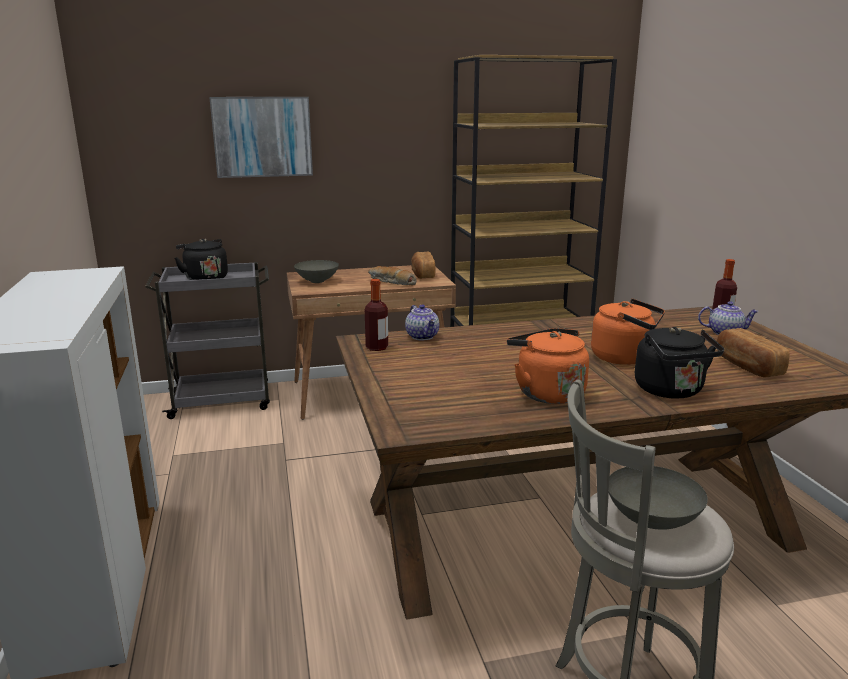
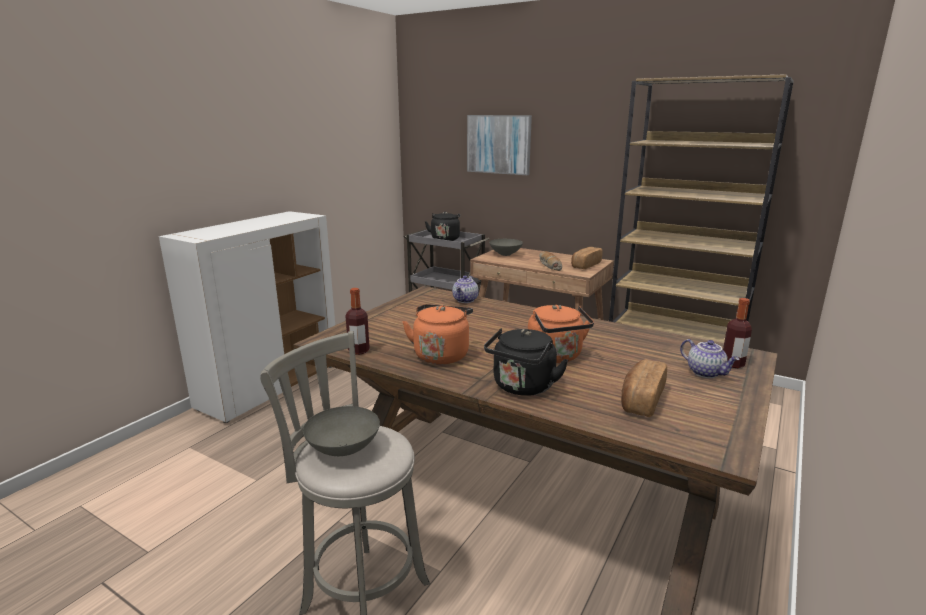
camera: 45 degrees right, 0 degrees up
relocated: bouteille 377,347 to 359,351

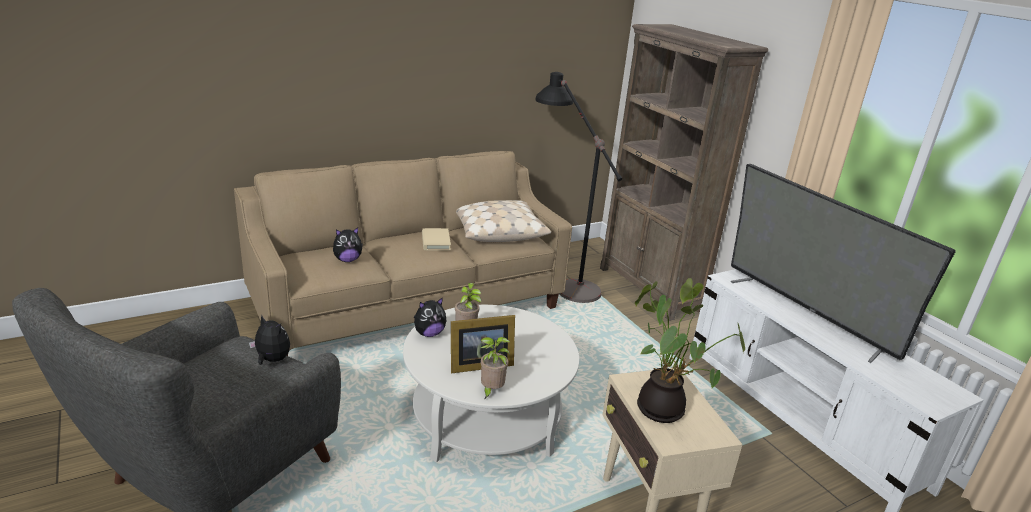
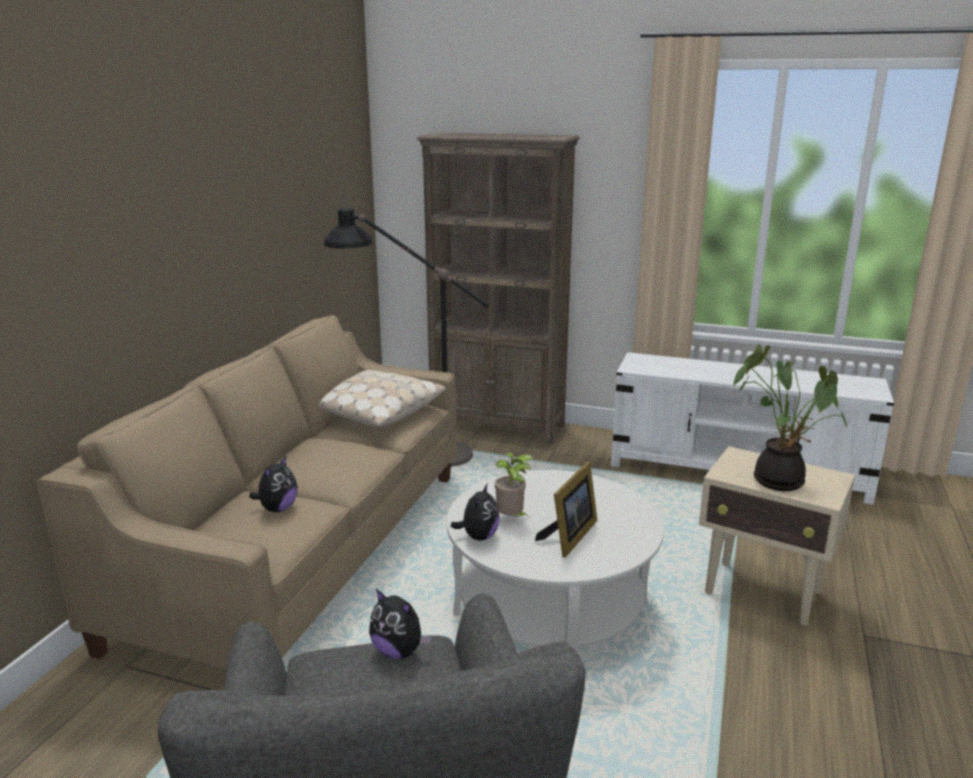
camera: 40 degrees left, 5 degrees down
missing: livre/beige 435,242; plante en pot 491,391; téléviseur 806,314
spun: peluche 271,360 = 398,651 135 degrees counterclockwise

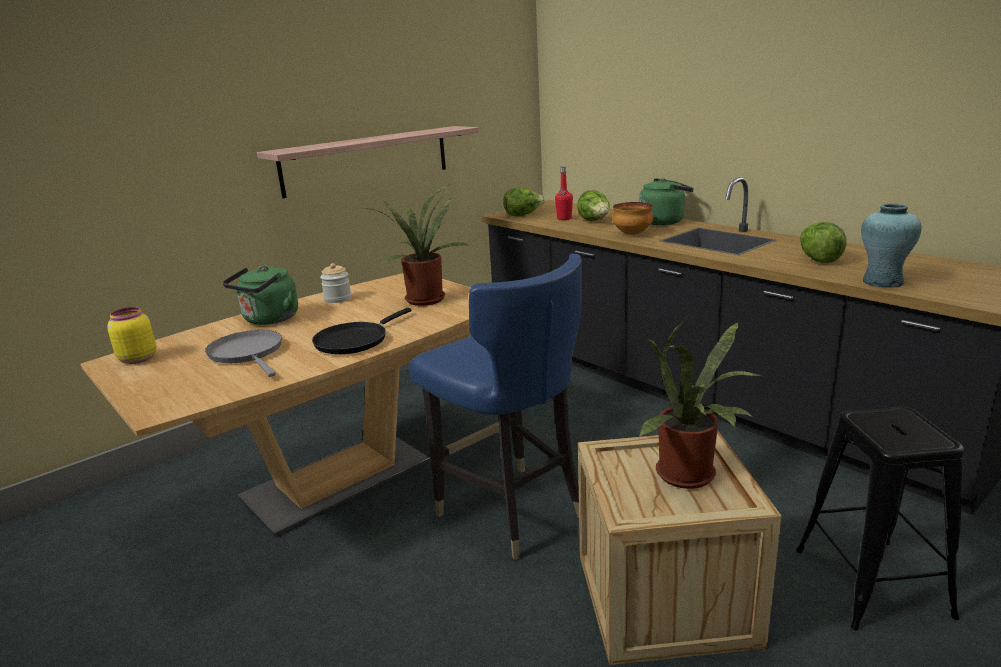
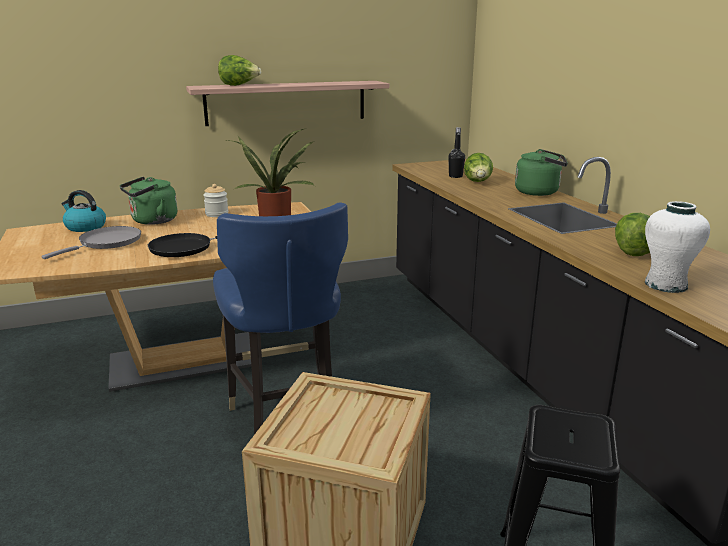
camera: 20 degrees right, 0 degrees up
missing: bocal/jaune 137,359; bol 632,234; plante en pot 691,477
appeared: bouilloire 85,227
relocated: laitue 523,215 to 239,85
colour: bouteille/rouge 564,218 to bouteille/noir 455,176; vase/turquoise 882,282 to vase/blanc 665,285
spun: poêle/gris 248,353 = 107,243 45 degrees clockwise

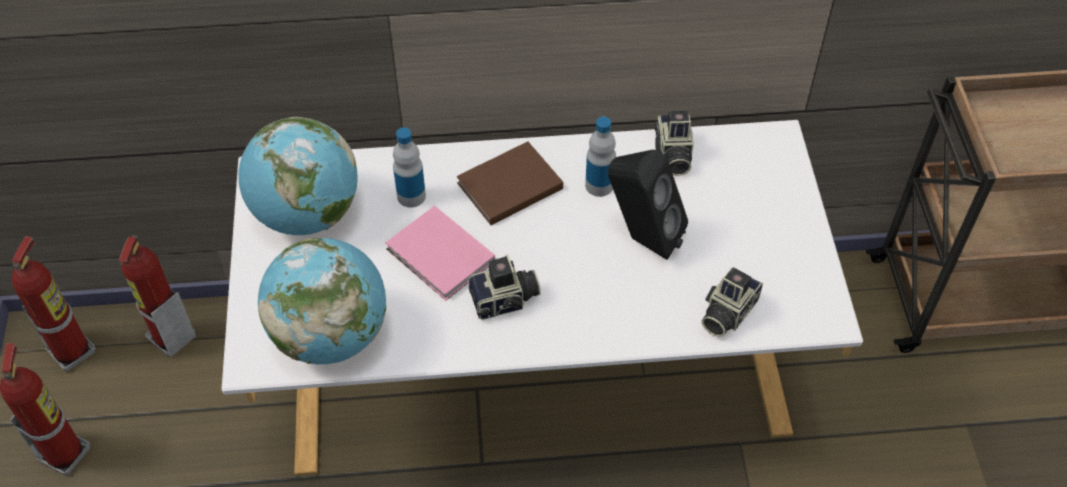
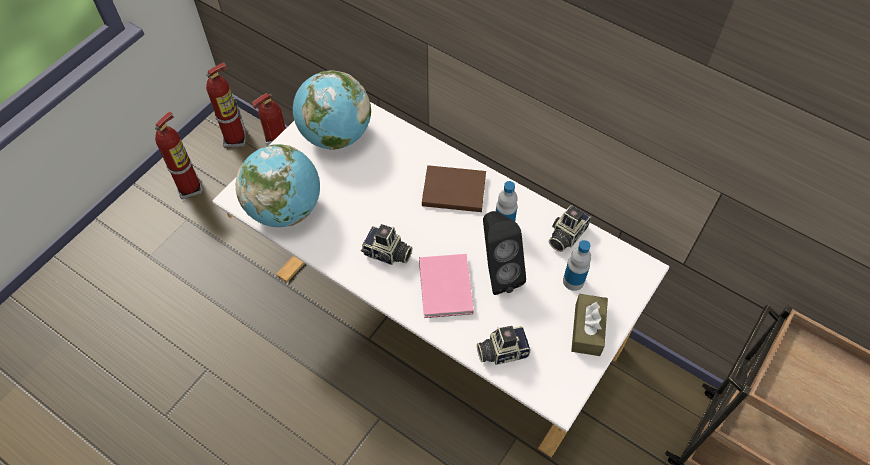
camera: 40 degrees right, 5 degrees up
appeared: boîte à mouchoirs/marron 587,329
relocated: livre/rose 441,257 to 444,289; bouteille 411,196 to 573,281

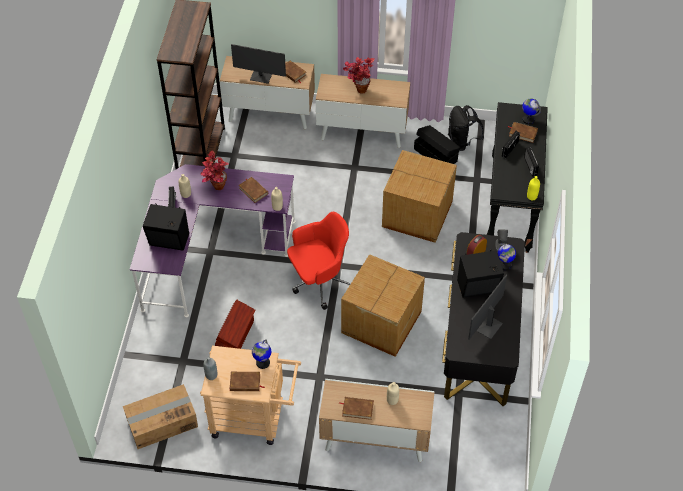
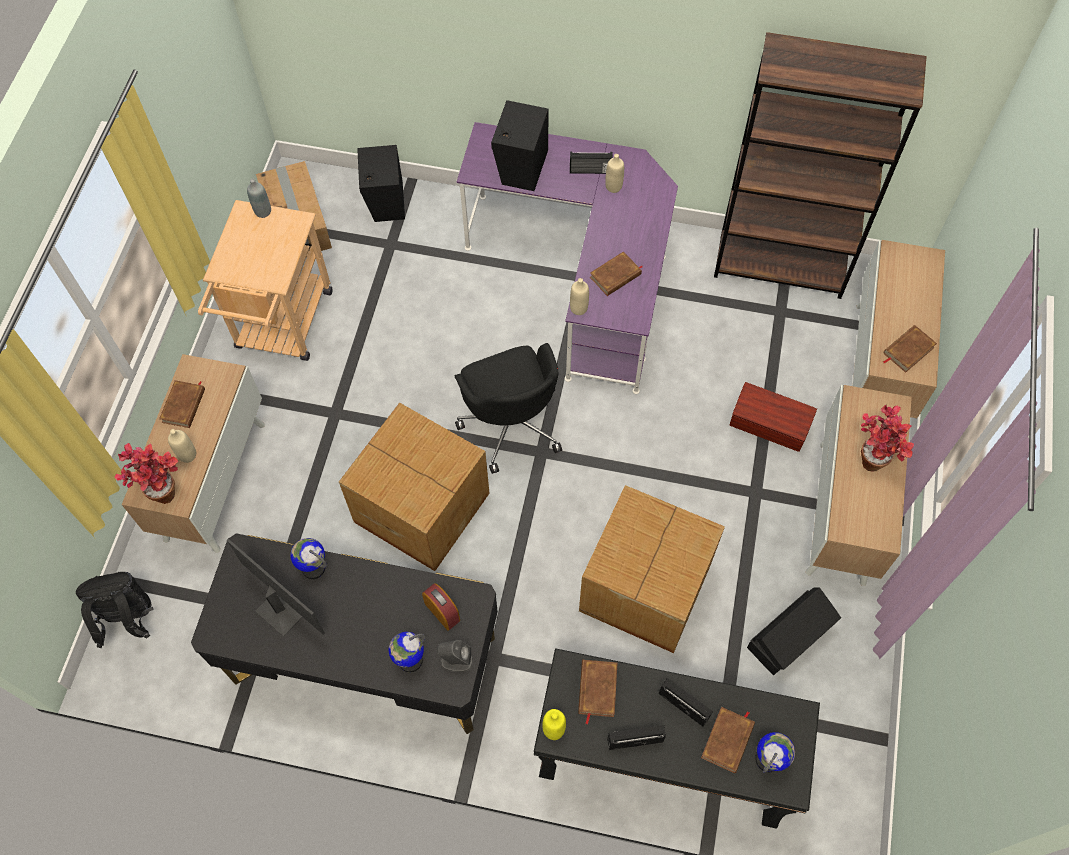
camera: 95 degrees right, 10 degrees up
missing: écran d'ordinateur 261,77
relocated: plante en pot 215,188 to 161,490; boîte de rangement/marron 236,336 to 769,426; livre/marron 245,383 to 597,689; globe 262,363 to 313,567; sac à dos/noir 462,142 to 129,619; enceinte/noir 478,287 to 385,202
colour: chaise de bureau/rouge 319,281 to chaise de bureau/noir 511,422

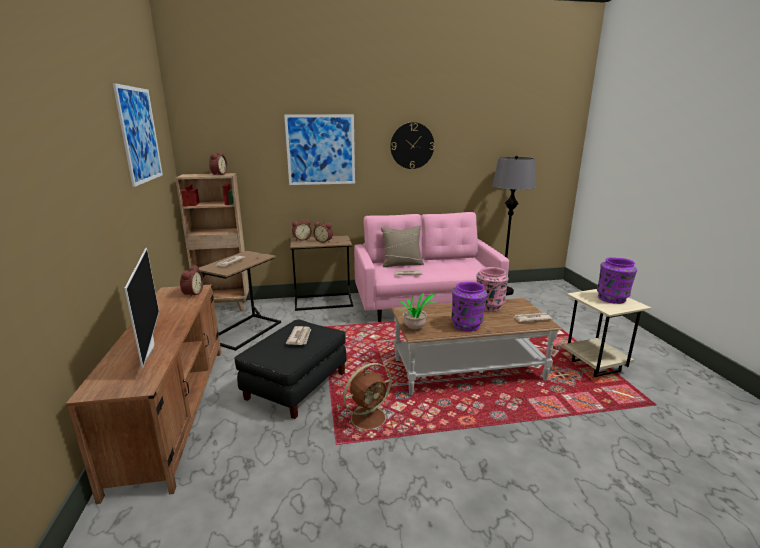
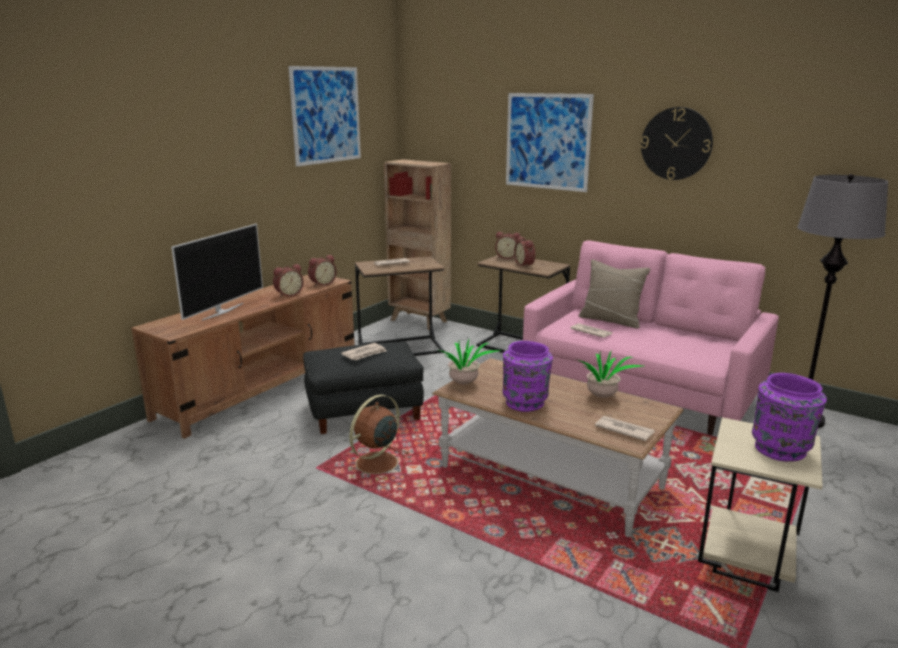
camera: 45 degrees right, 0 degrees up
relocated: réveil 218,174 to 288,294
exchanged: vase/rose 489,306 to plante en pot 602,398
spun: ventilateur/marron 369,417 = 375,464 120 degrees clockwise

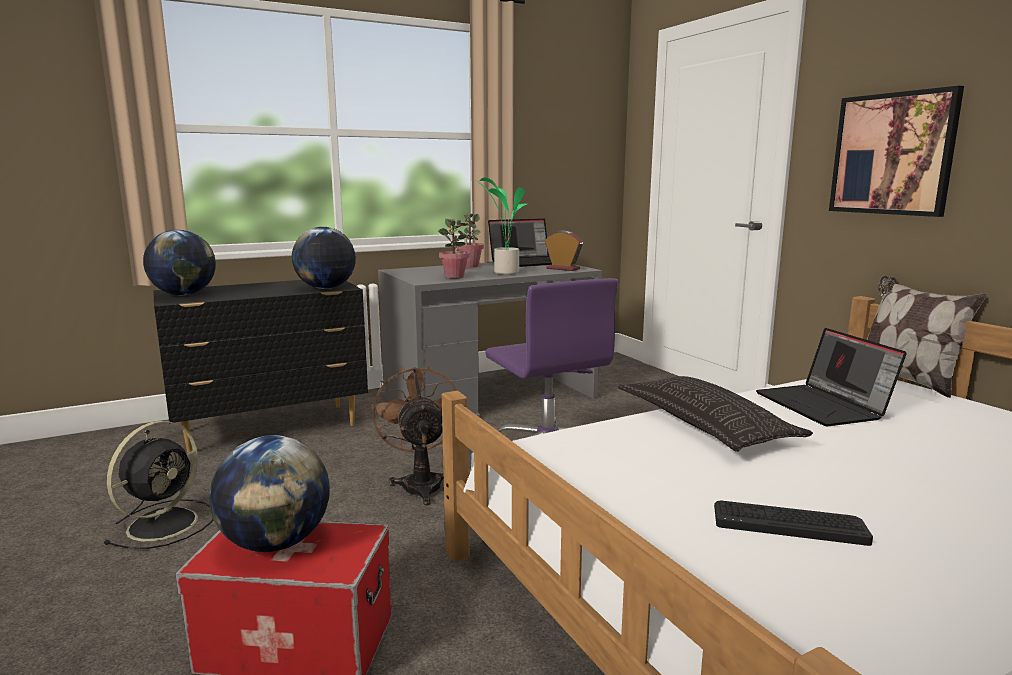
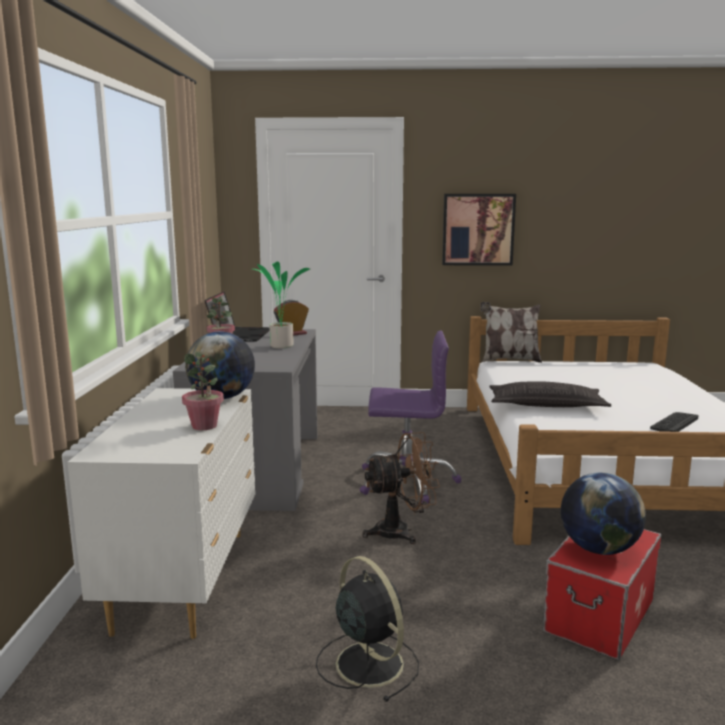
camera: 60 degrees left, 0 degrees up
missing: globe 183,294; ordinateur portable 824,406
relocated: plante en pot 454,277 to 204,426
colour: commode/noir 272,428 to commode/blanc 186,578
spun: ventilateur/marron 420,483 = 401,531 150 degrees clockwise

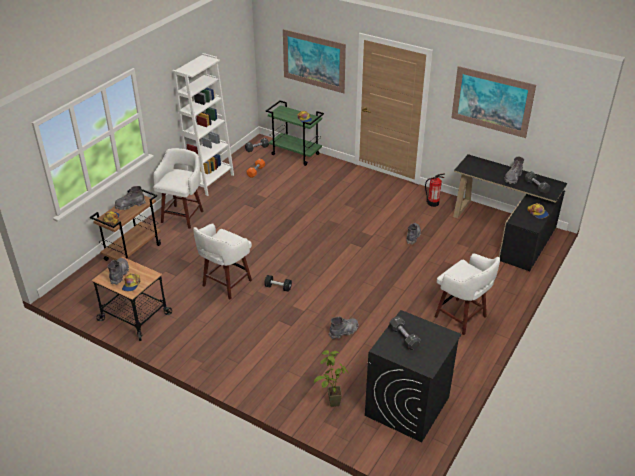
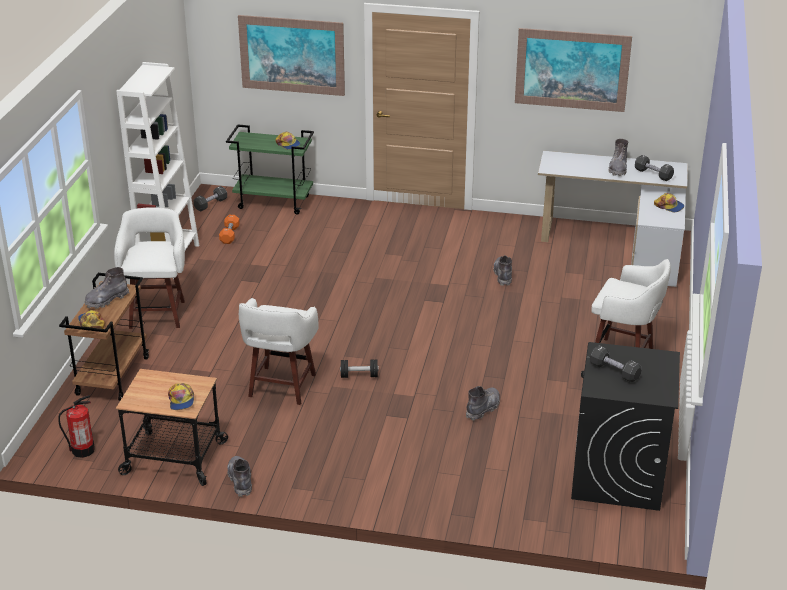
camera: 20 degrees left, 5 degrees down
missing: plante en pot 329,402
relocated: botte/gris 119,274 to 240,480; extincteur 433,203 to 82,450
colour: bureau/noir 507,231 to bureau/blanc 620,245

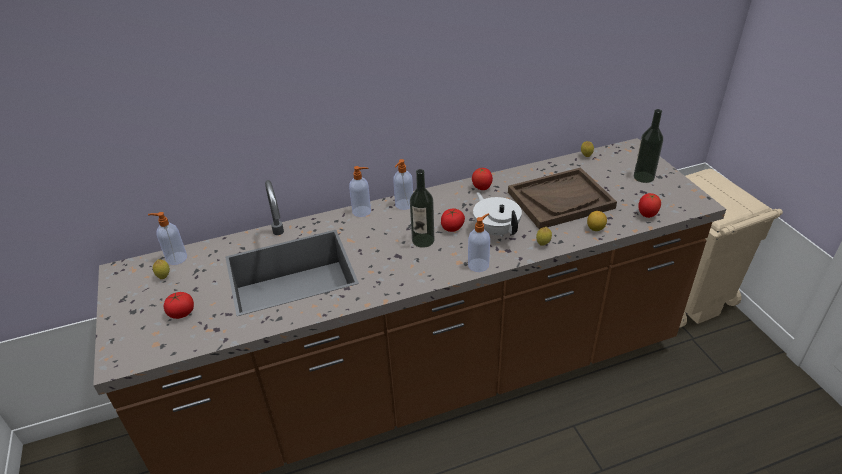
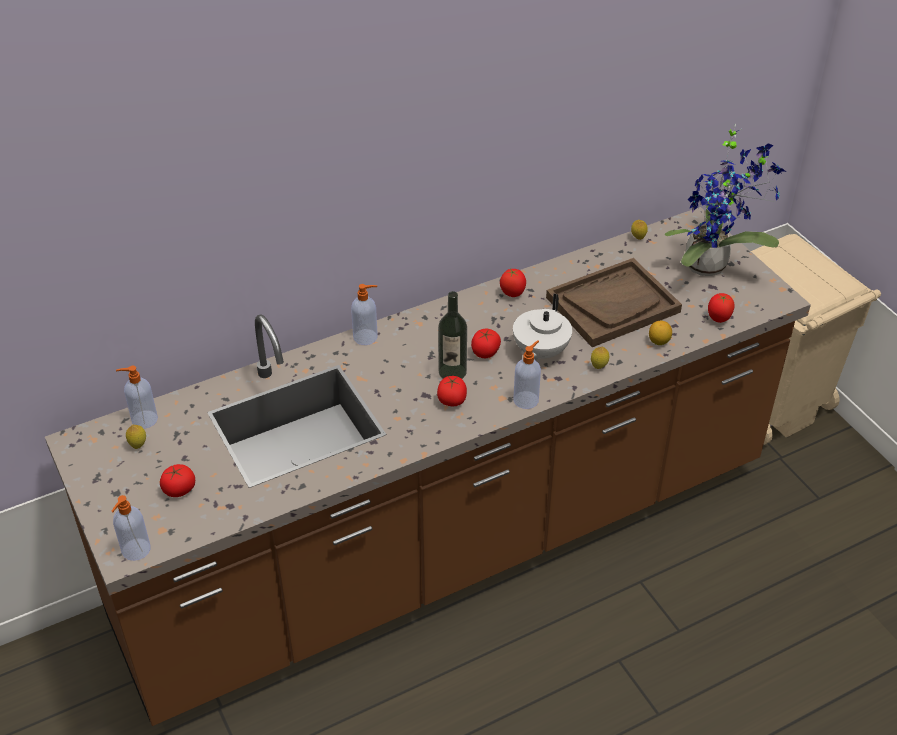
camera: 10 degrees left, 5 degrees up
appeared: tomate 452,400
relocated: distributeur de savon 404,205 to 135,550
exchanged: bouteille 643,177 to plante en pot 711,265
spun: théière/blanc 496,230 = 539,352 120 degrees counterclockwise

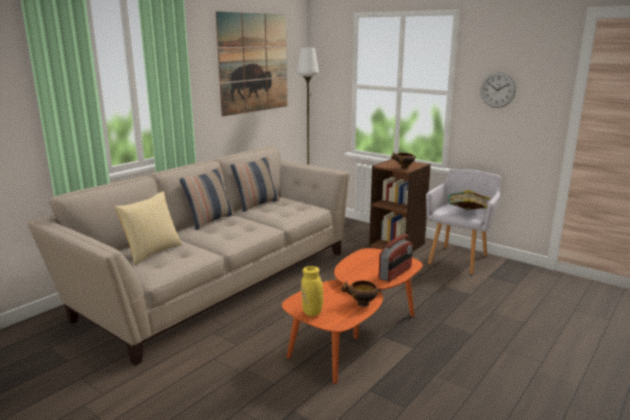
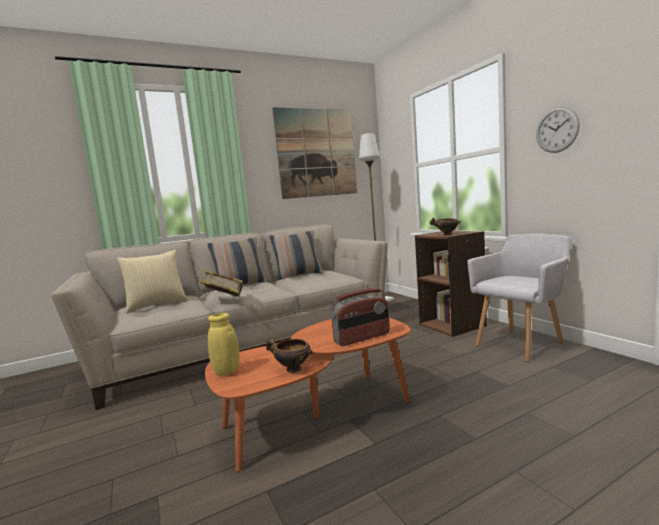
camera: 25 degrees right, 10 degrees down
relocated: livre 467,214 to 224,300

